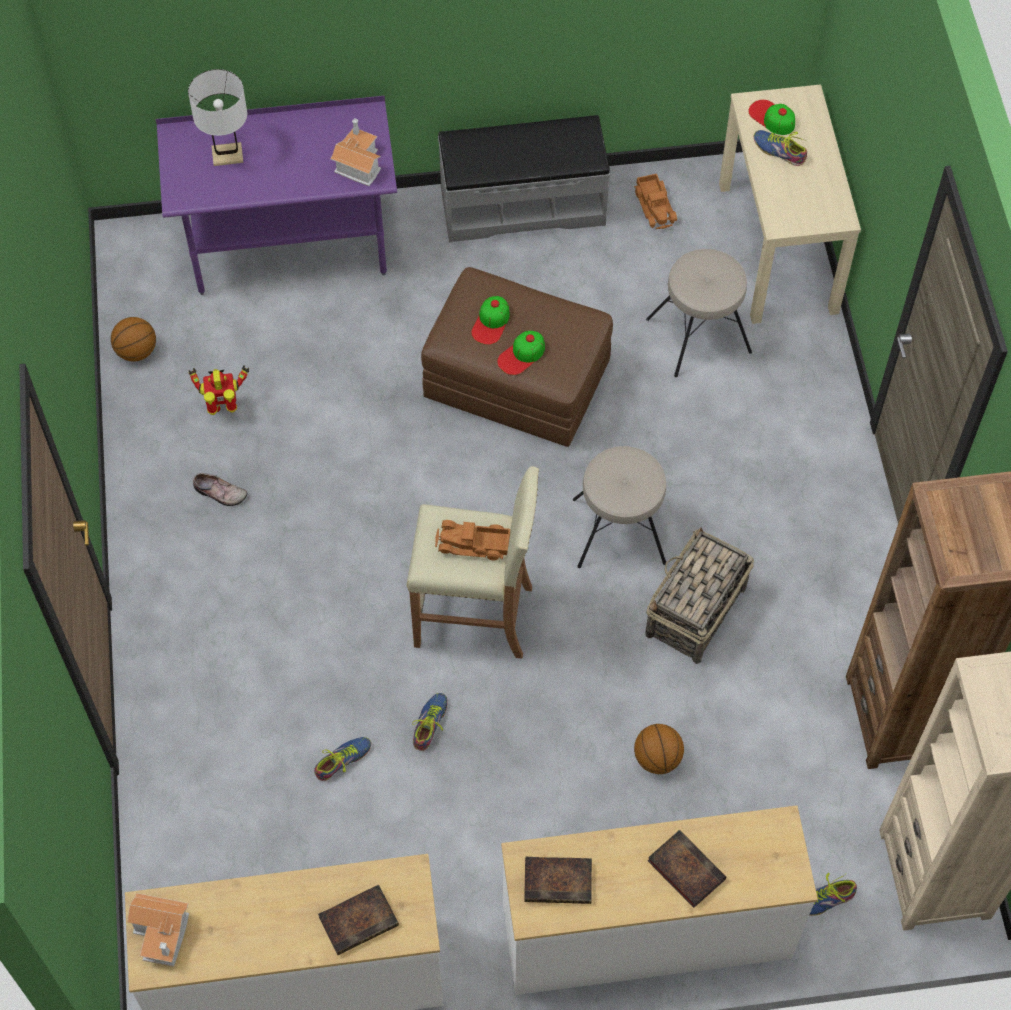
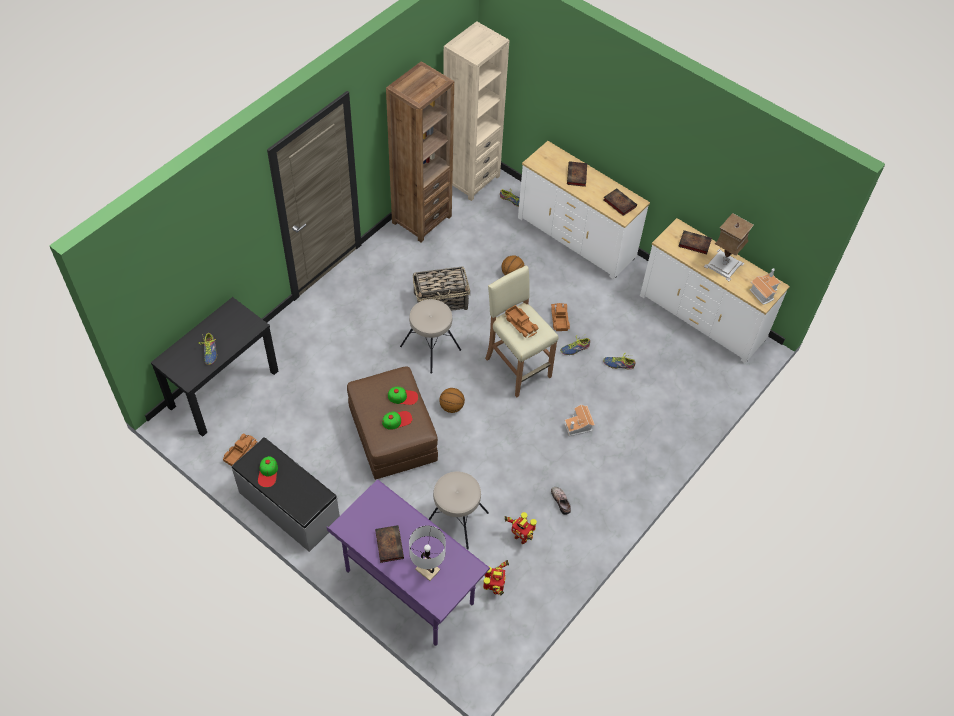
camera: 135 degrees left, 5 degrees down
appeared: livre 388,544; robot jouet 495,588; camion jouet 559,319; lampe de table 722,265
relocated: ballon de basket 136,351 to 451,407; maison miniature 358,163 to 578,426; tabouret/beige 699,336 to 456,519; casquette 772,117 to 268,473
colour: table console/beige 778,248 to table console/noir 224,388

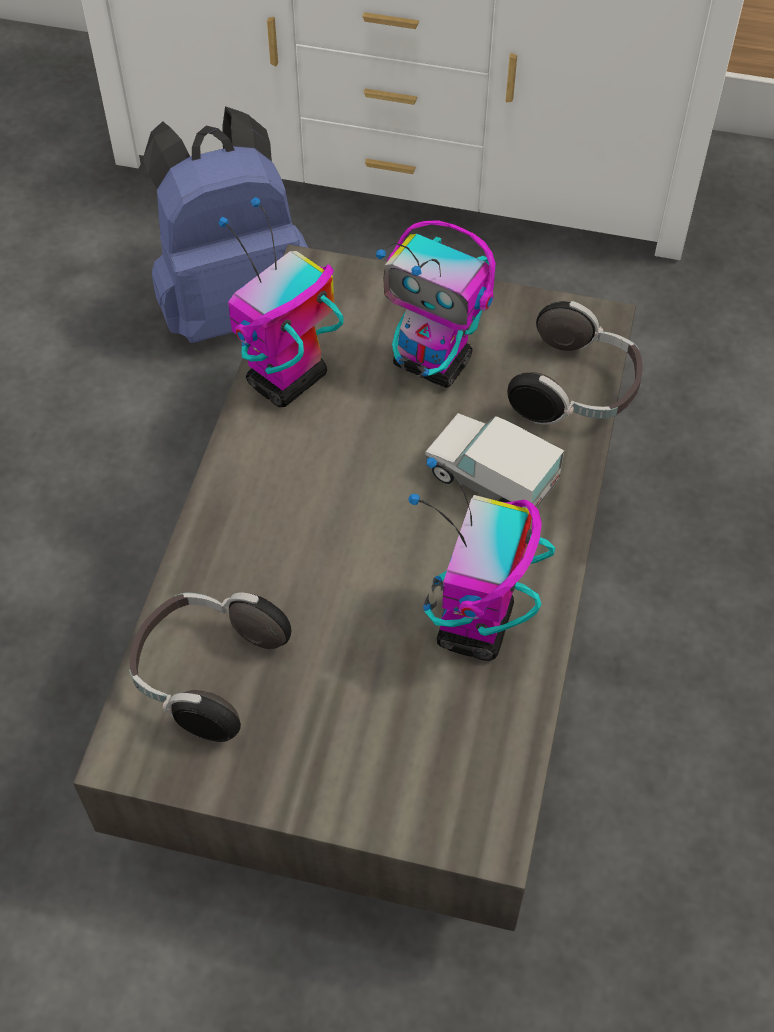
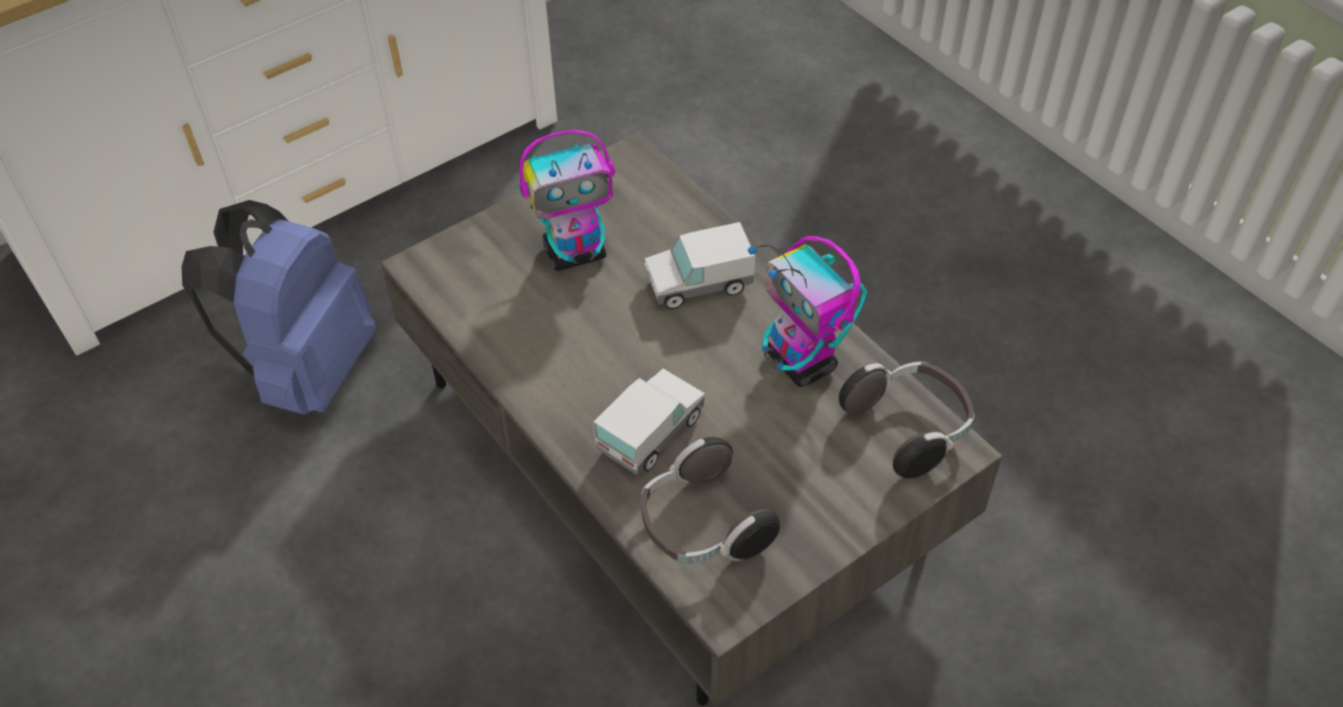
camera: 50 degrees left, 5 degrees down
missing: robot jouet 286,382
appeared: camion jouet 651,433
relocated: casque audio 576,390 to 909,428

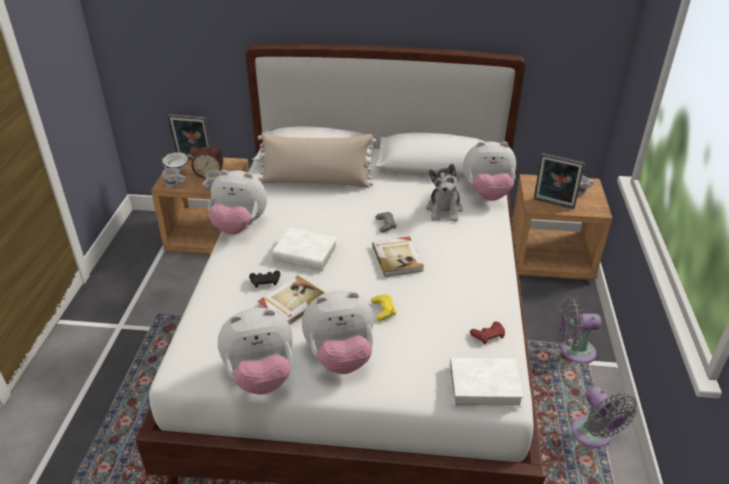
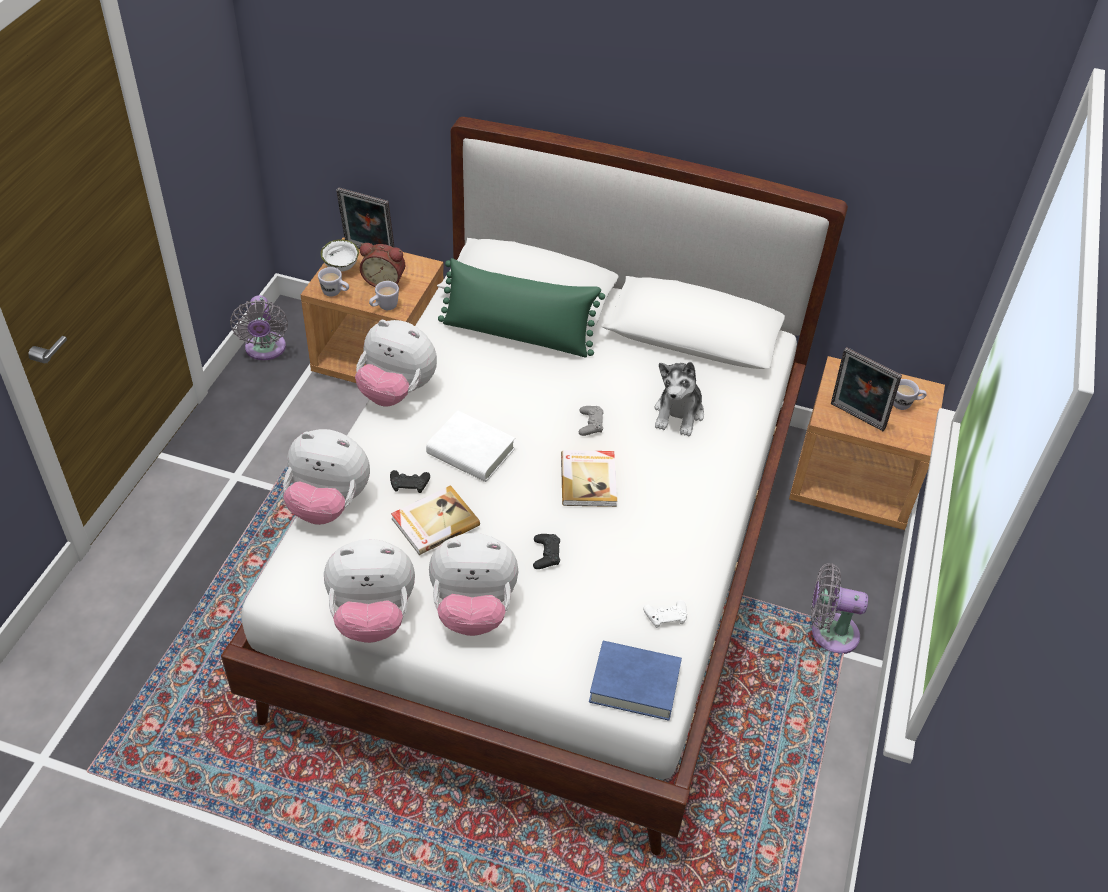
camera: 10 degrees right, 10 degrees up
relocated: peluche 487,194 to 328,504; ventilateur/gris 593,436 to 265,350
colour: coussin/beige 316,182 to coussin/vert 517,335; manette/jaune 383,310 to manette/noir 546,554; livre/blanc 484,386 to livre/bleu 634,684; manette/rouge 488,335 to manette/blanc 666,616

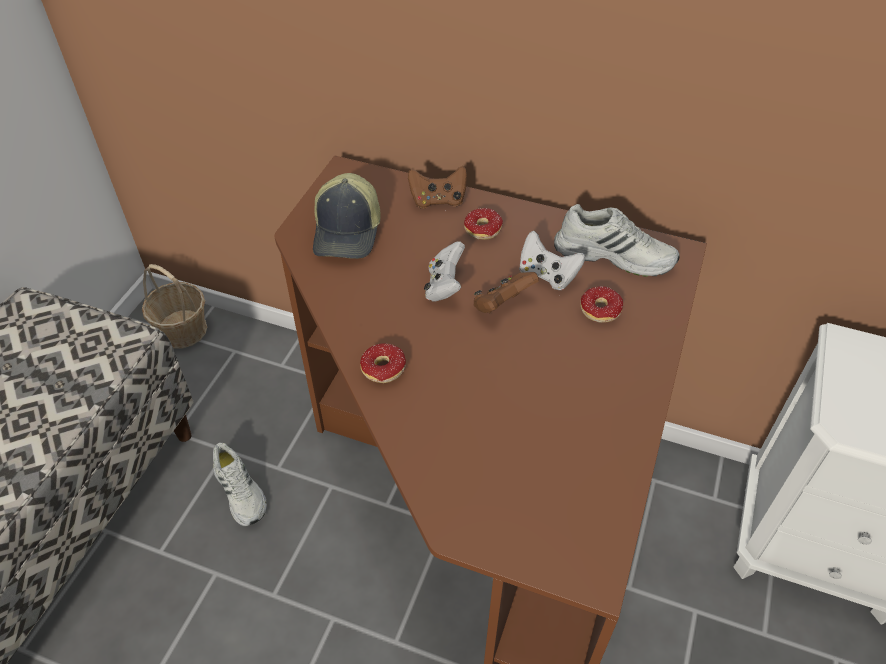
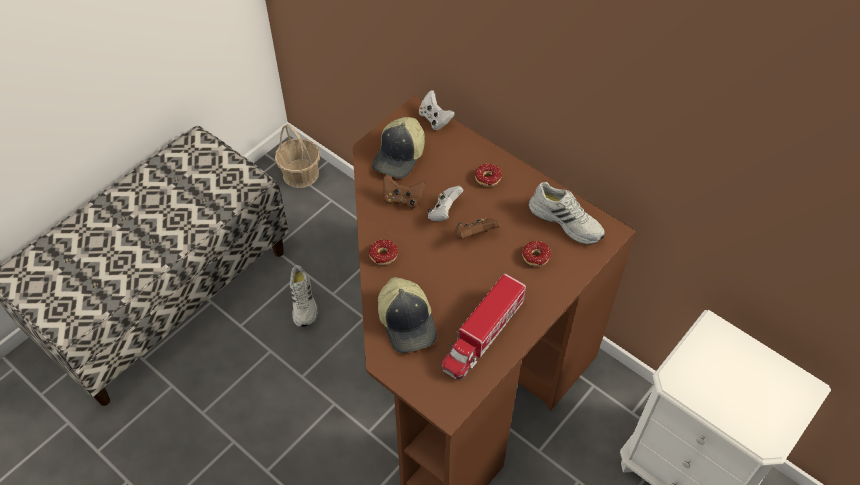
camera: 20 degrees right, 5 degrees up
appeared: casquette 408,322; camion jouet 483,334
relocated: manette/marron 438,200 to 403,199; manette/blanc 547,275 to 435,119

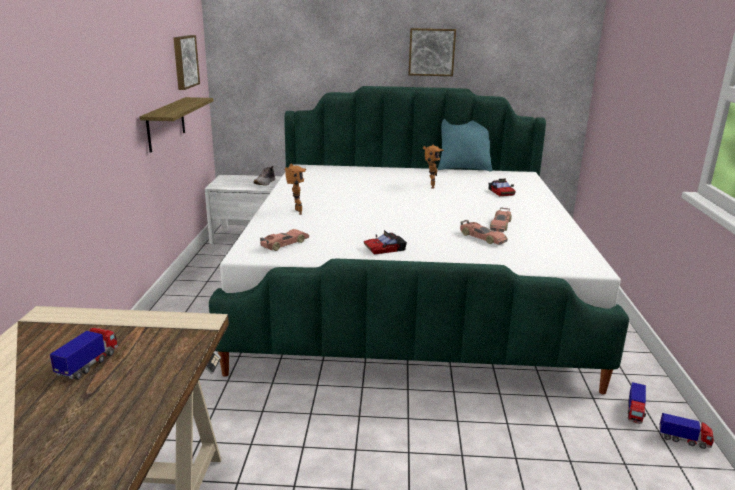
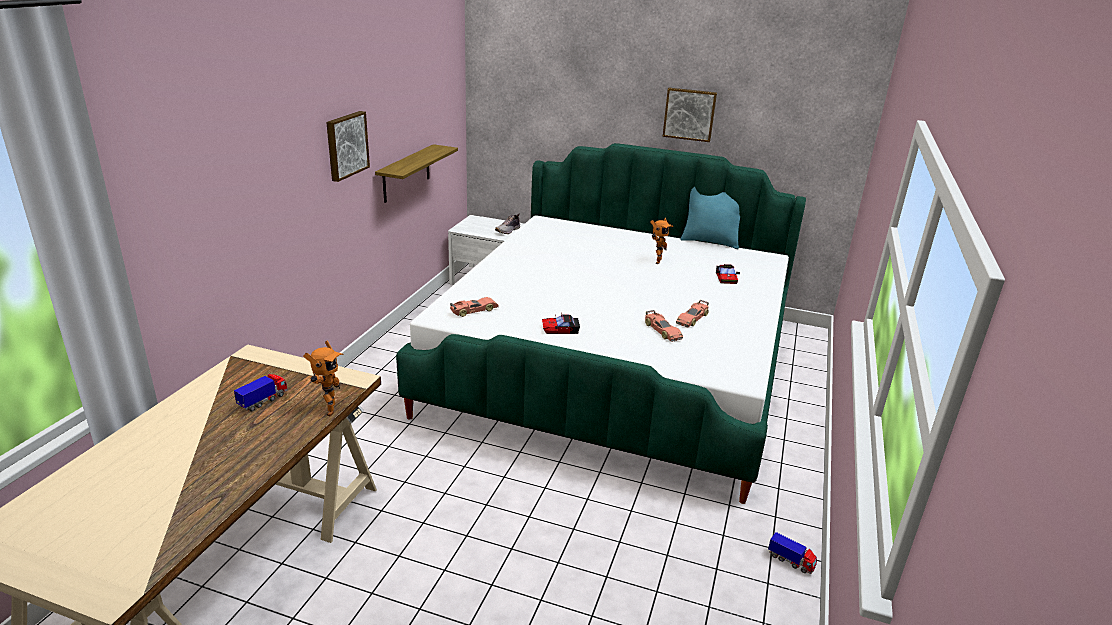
camera: 15 degrees right, 5 degrees up
missing: camion jouet 634,412
relocated: tableau 184,61 to 346,145; robot jouet 296,212 to 327,410

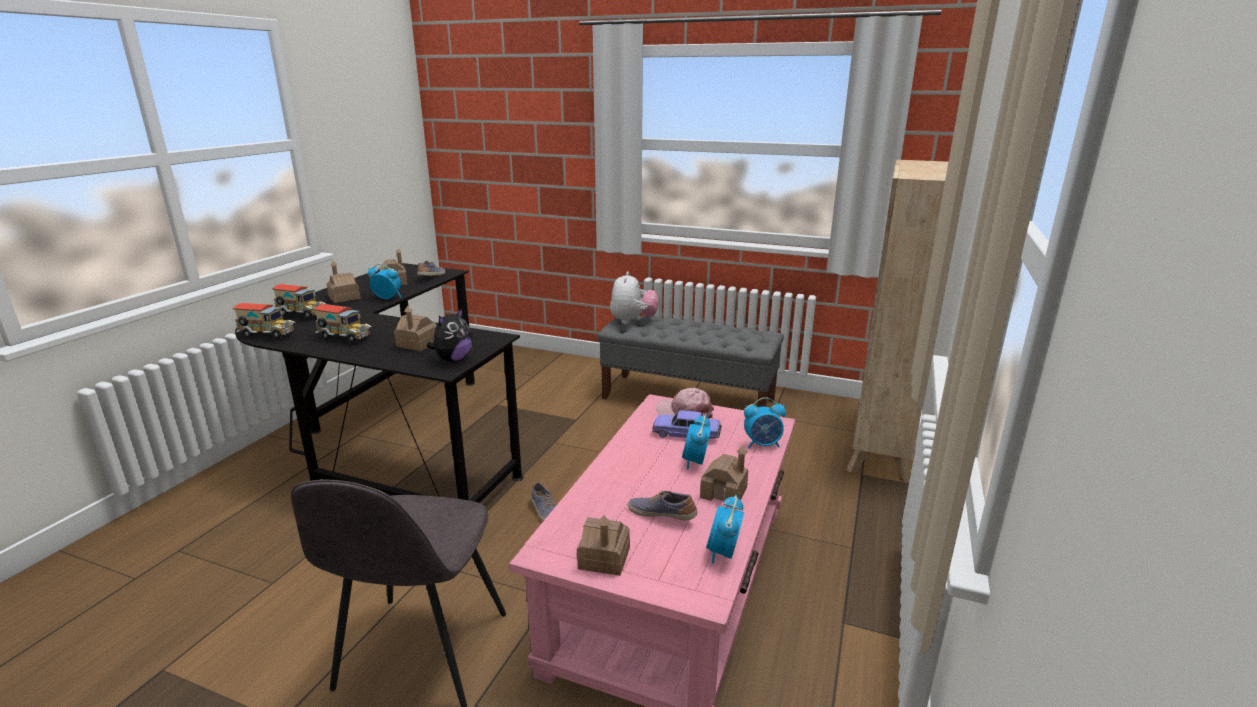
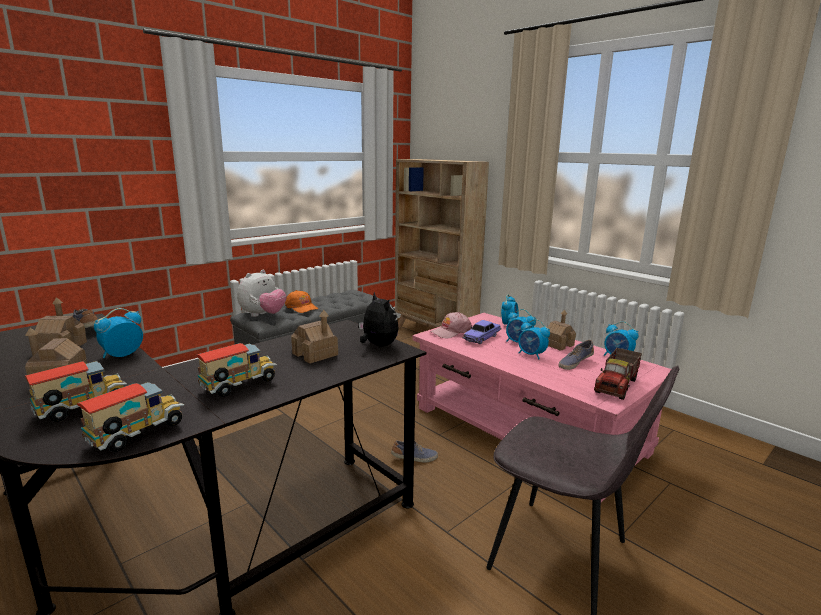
camera: 65 degrees left, 5 degrees down
appeared: casquette/orange 301,307; réveil 531,355
exchanged: maison miniature 604,558 to camion jouet 617,386
spun: peluche 633,321 = 263,315 90 degrees clockwise

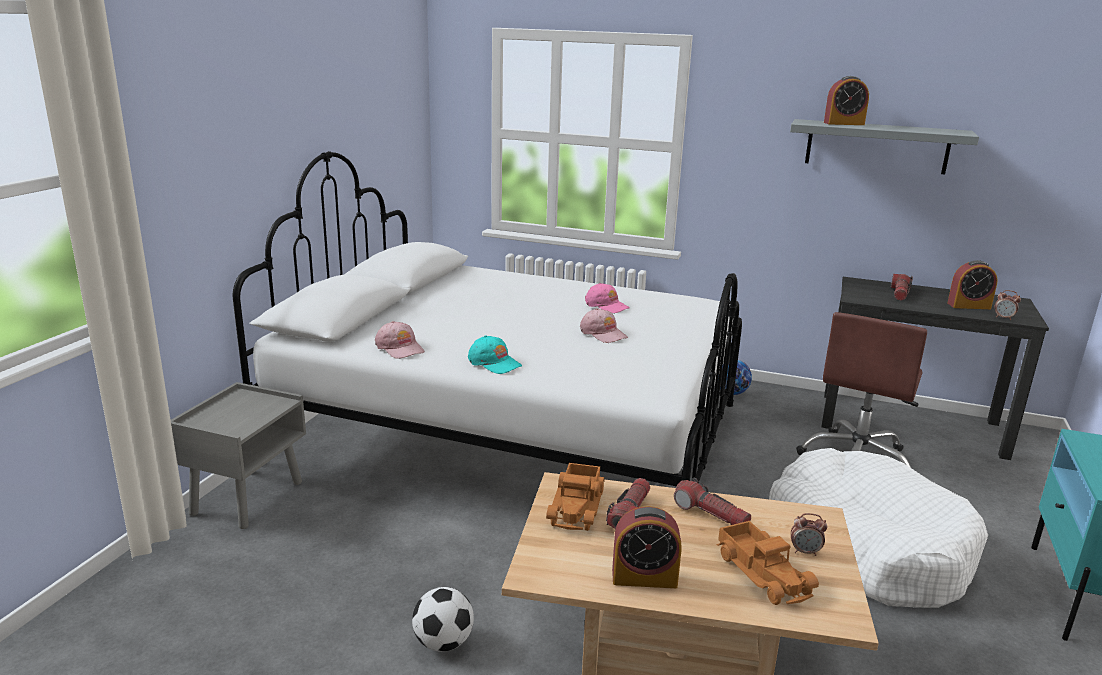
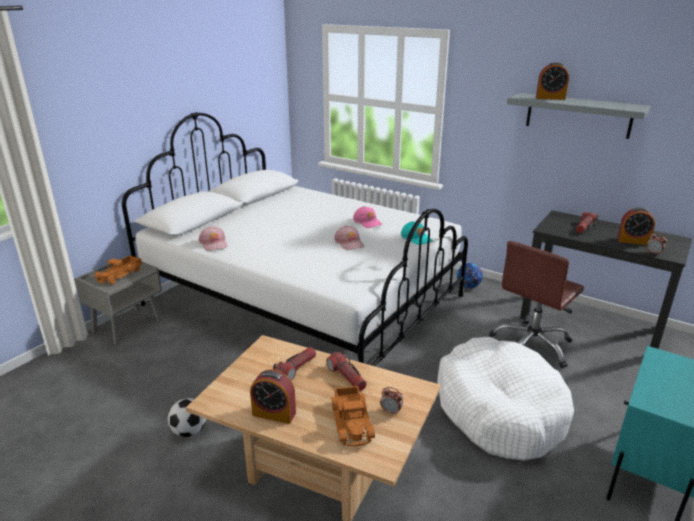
camera: 15 degrees right, 5 degrees up
relocated: casquette/turquoise 494,363 to 416,238; camion jouet 578,507 to 120,275

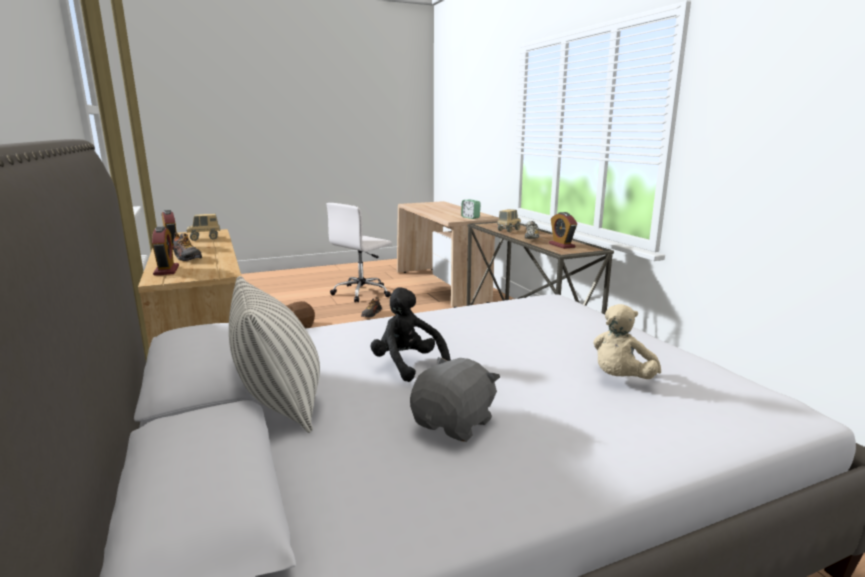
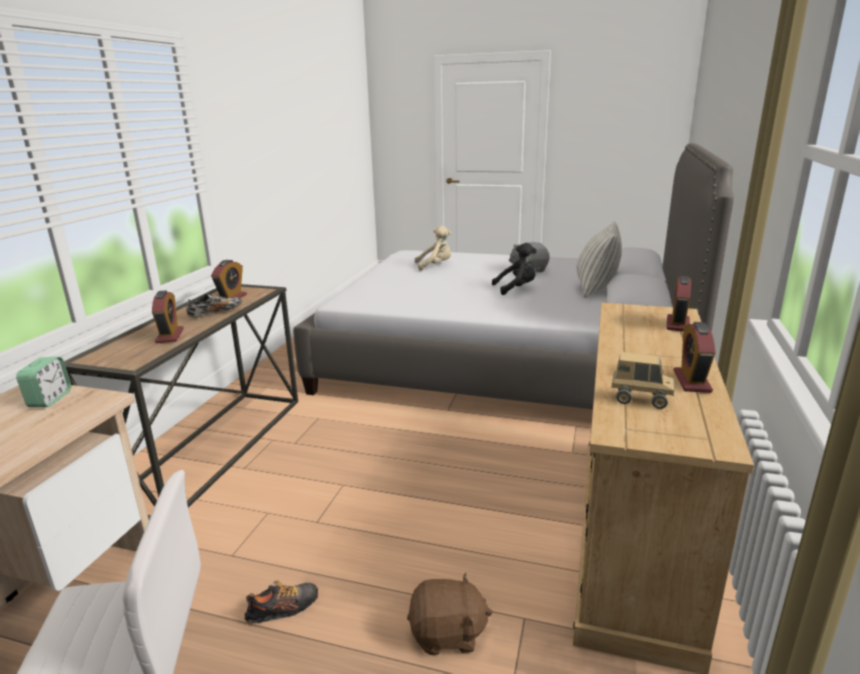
camera: 140 degrees left, 5 degrees up
missing: chaussure 187,258
exchanged: camion jouet 508,230 to réveil 170,336
spun: peluche/noir 407,365 = 516,288 105 degrees counterclockwise

